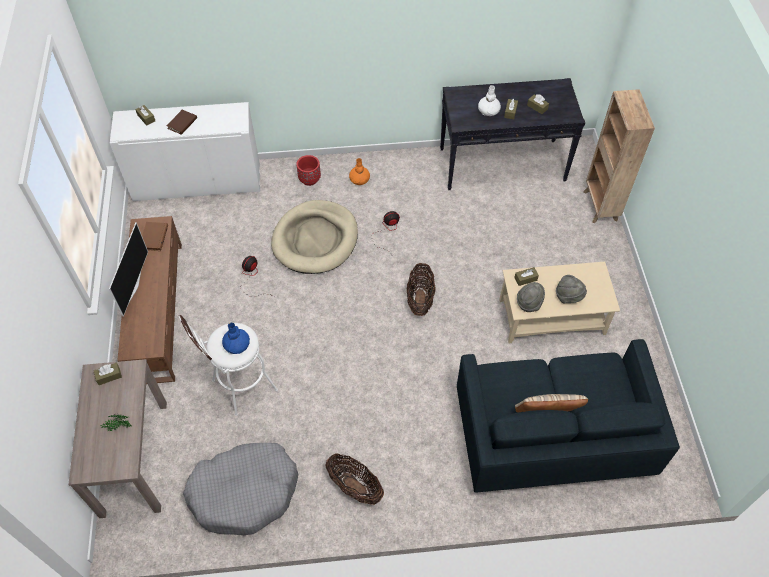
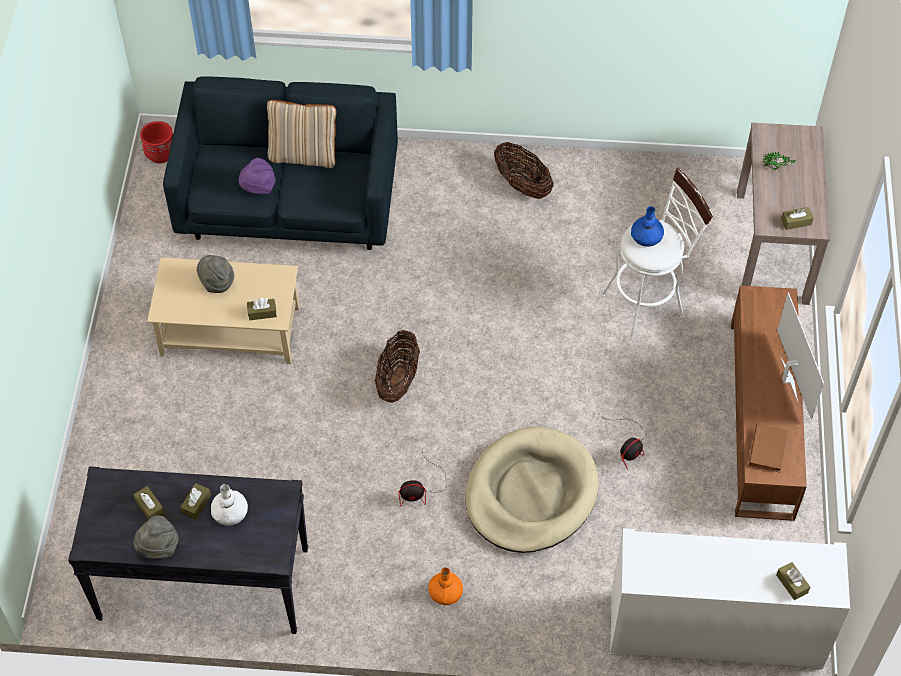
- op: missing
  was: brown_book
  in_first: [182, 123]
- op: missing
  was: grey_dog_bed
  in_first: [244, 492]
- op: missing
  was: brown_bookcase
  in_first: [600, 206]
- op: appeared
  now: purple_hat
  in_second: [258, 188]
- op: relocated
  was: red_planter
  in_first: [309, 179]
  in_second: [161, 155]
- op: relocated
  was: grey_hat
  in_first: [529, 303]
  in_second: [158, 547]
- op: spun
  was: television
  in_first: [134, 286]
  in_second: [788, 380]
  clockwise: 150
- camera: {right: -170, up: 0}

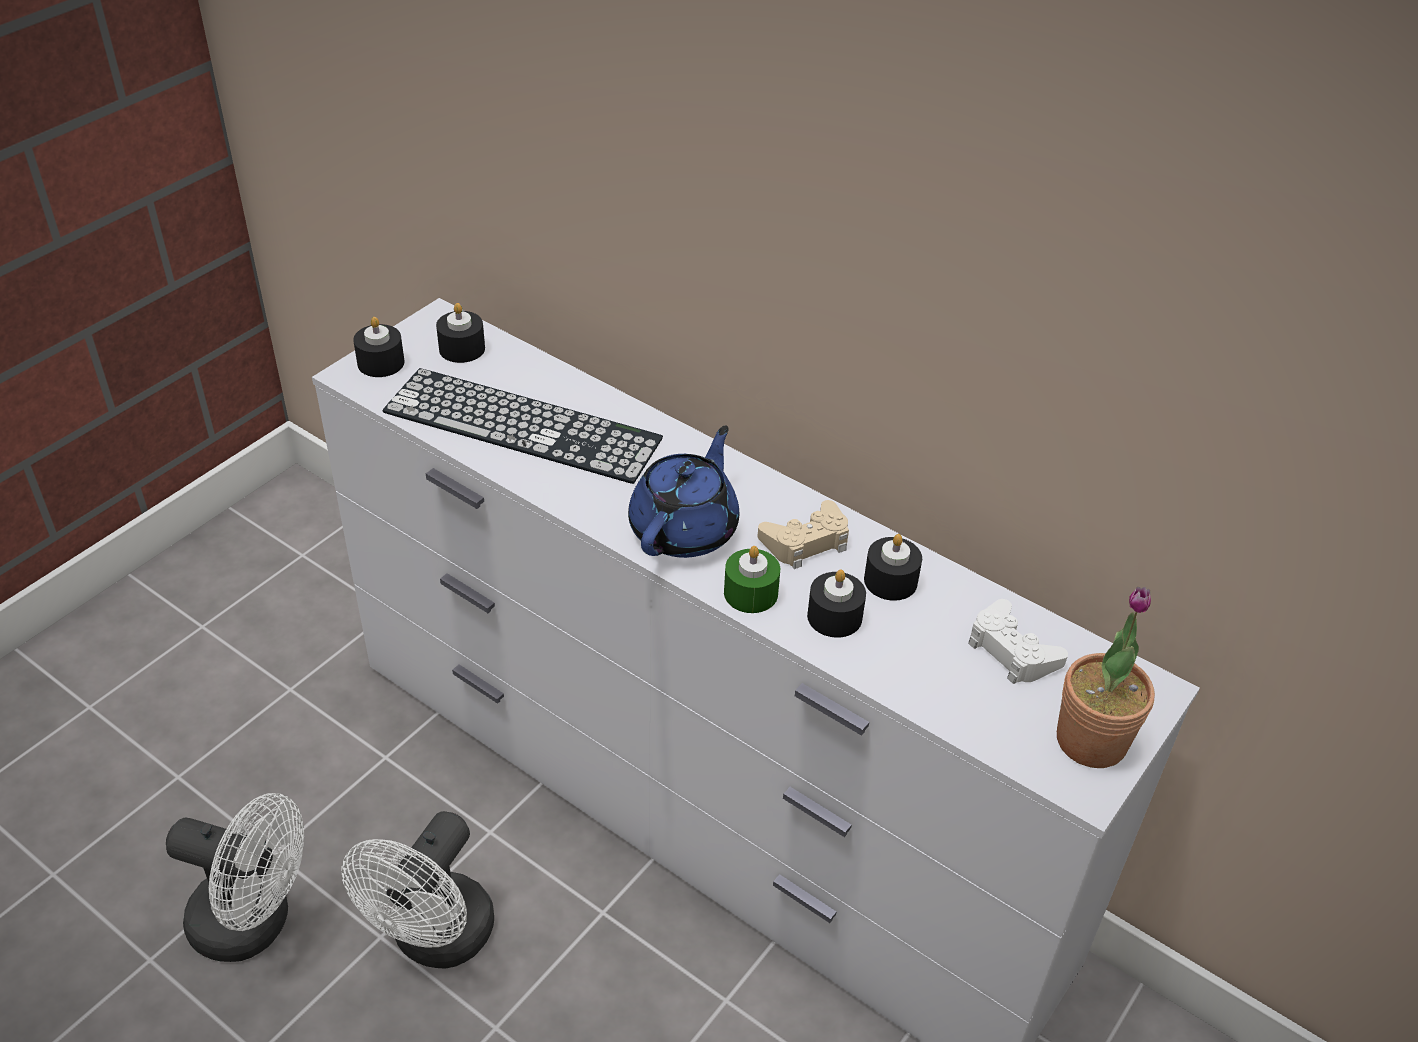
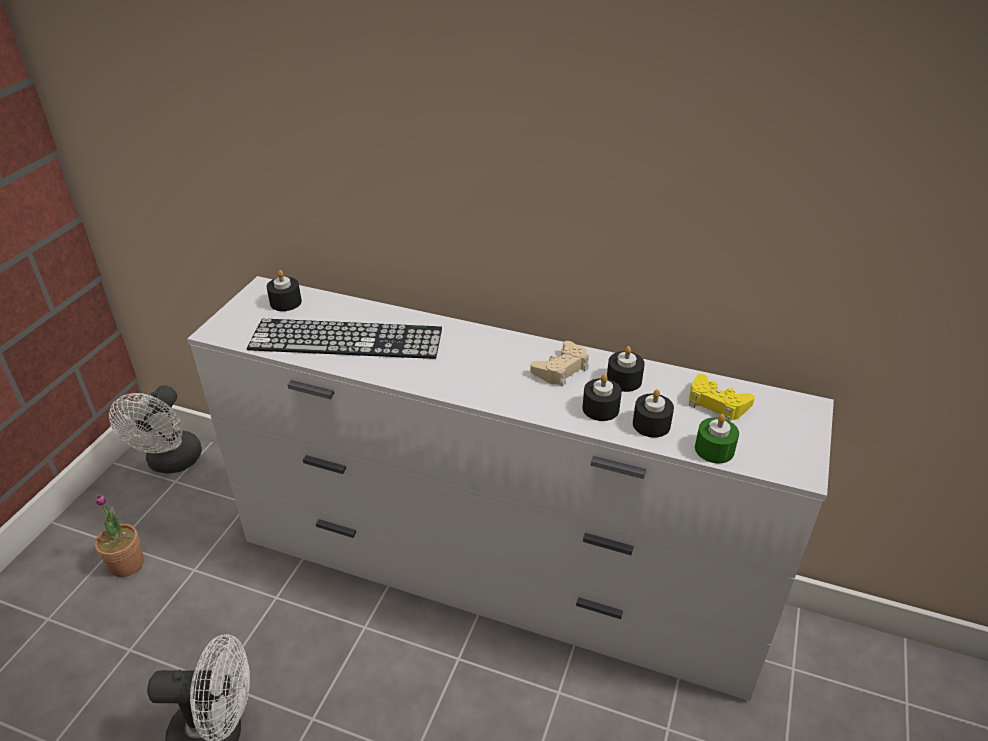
- op: missing
  was: blue_teapot
  in_first: [685, 529]
- op: relocated
  was: white_fan
  in_first: [435, 940]
  in_second: [171, 463]
- op: relocated
  was: black_candle
  in_first: [381, 363]
  in_second: [651, 424]
- op: relocated
  was: green_candle
  in_first: [750, 593]
  in_second: [714, 449]
- op: relocated
  was: potted_plant
  in_first: [1091, 741]
  in_second: [127, 564]
- op: colour
  was: white_game_controller
  now: yellow_game_controller
  in_first: [1012, 650]
  in_second: [716, 403]
- camera: {right: -15, up: -5}

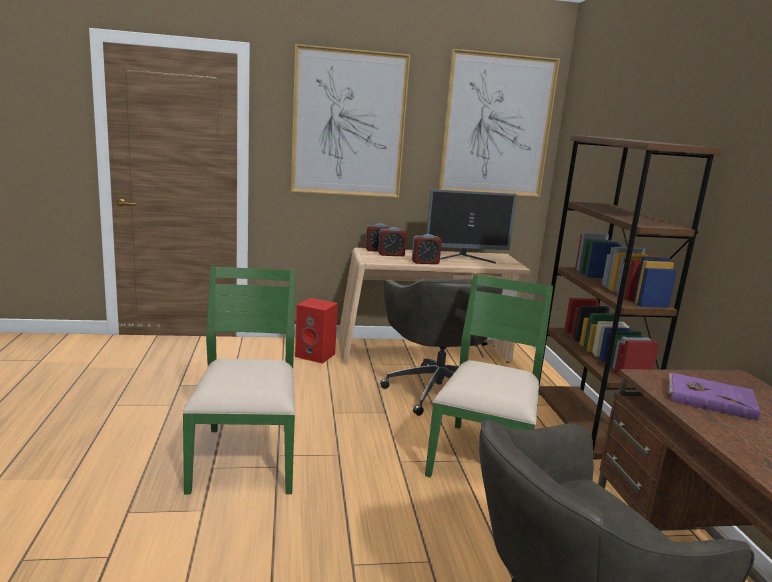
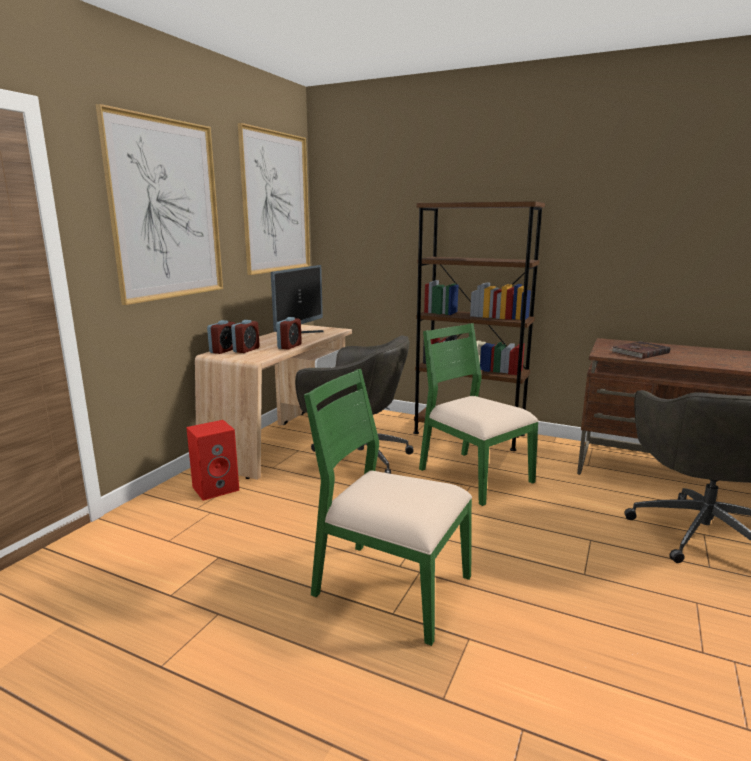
- op: colour
  was: purple_book
  now: brown_book
  in_first: [710, 399]
  in_second: [639, 352]
- camera: {right: -55, up: 0}

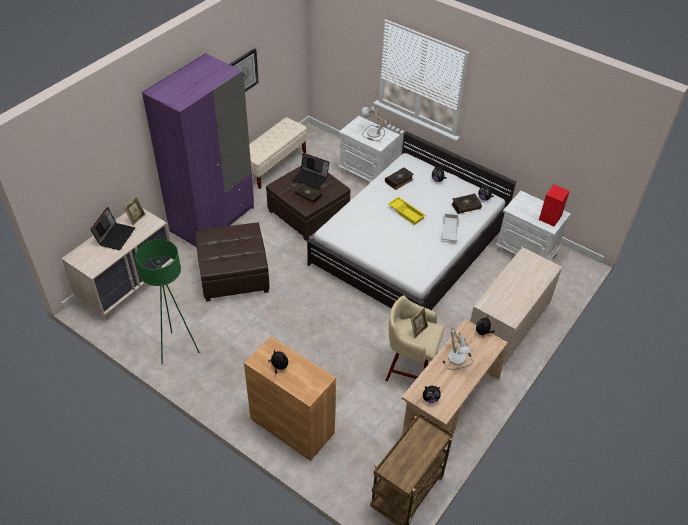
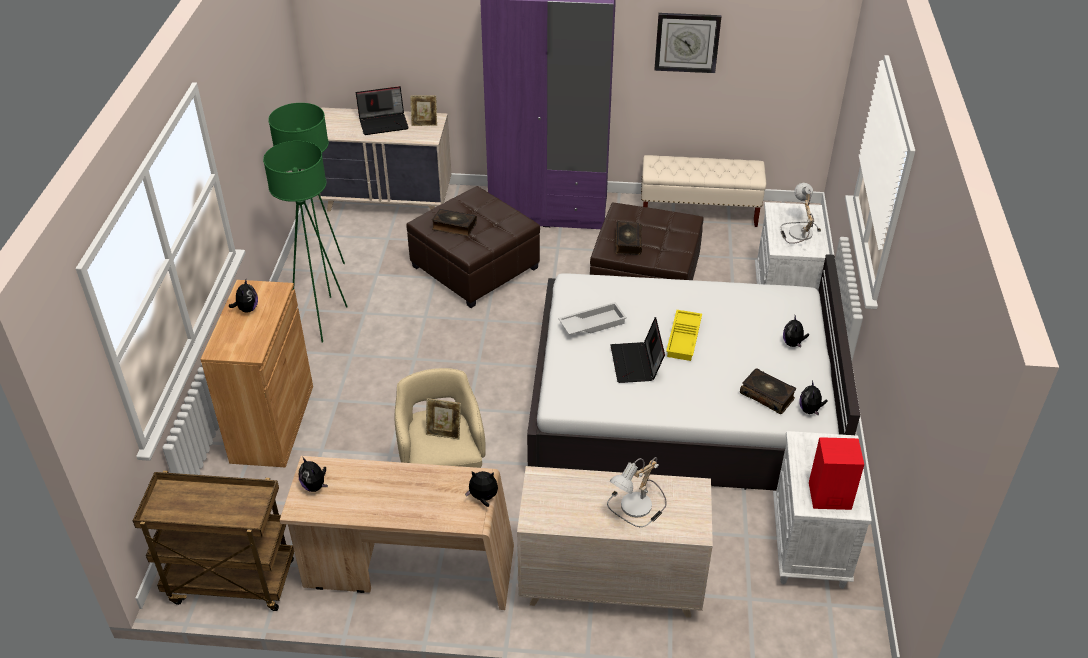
- op: appeared
  now: green_floor_lamp
  in_second: [321, 321]
- op: relocated
  was: laptop
  in_first: [311, 178]
  in_second: [636, 363]
- op: relocated
  was: book
  in_first: [399, 181]
  in_second: [454, 227]
- op: relocated
  was: white_tray
  in_first: [449, 229]
  in_second: [592, 323]
- op: relocated
  was: table_lamp
  in_first: [459, 358]
  in_second: [637, 508]
- camera: {right: 60, up: -5}

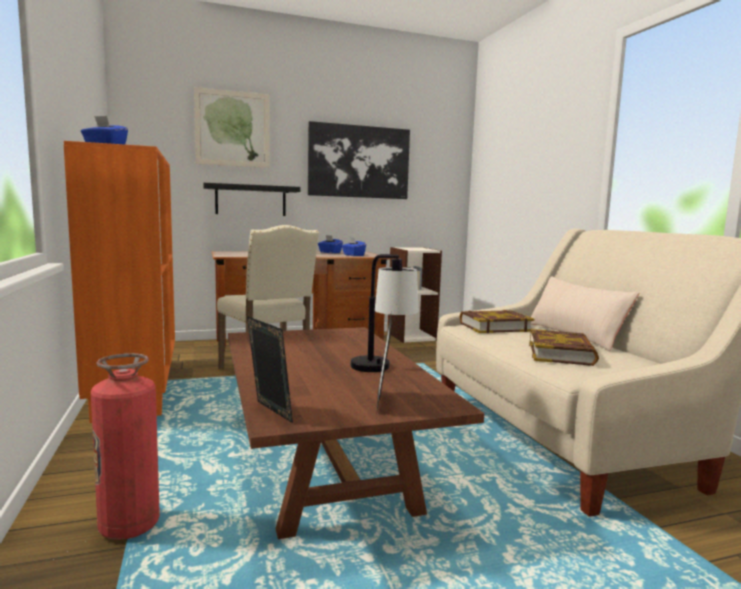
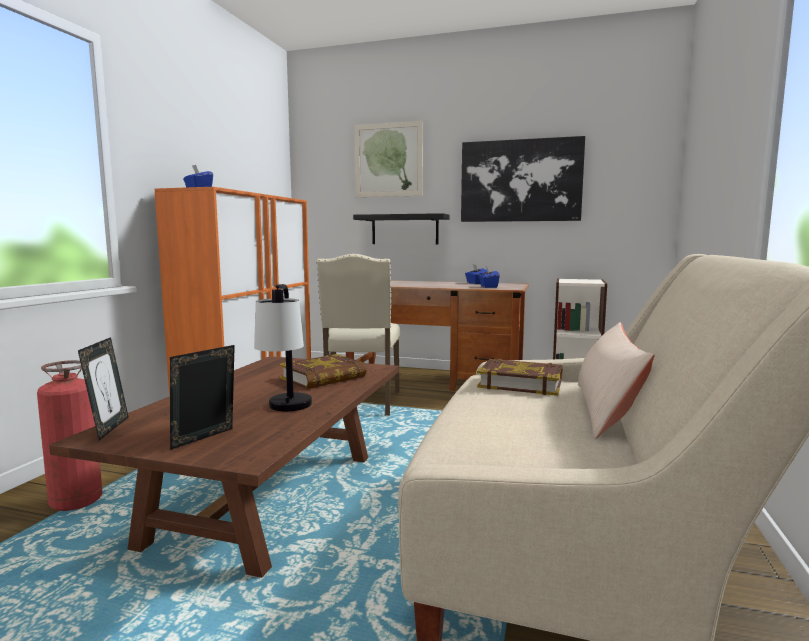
- op: relocated
  was: book
  in_first: [561, 354]
  in_second: [323, 378]
- camera: {right: 35, up: 0}

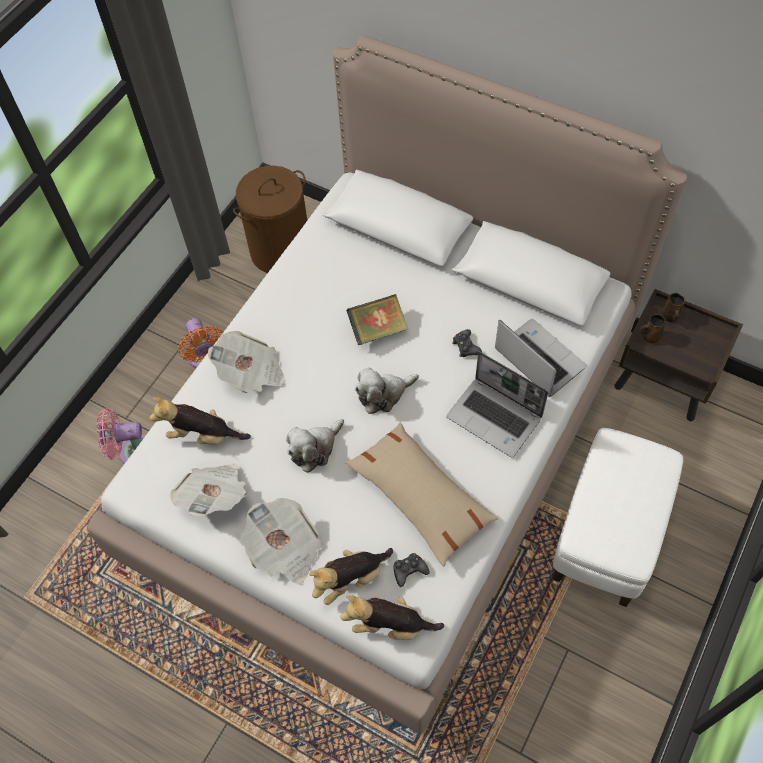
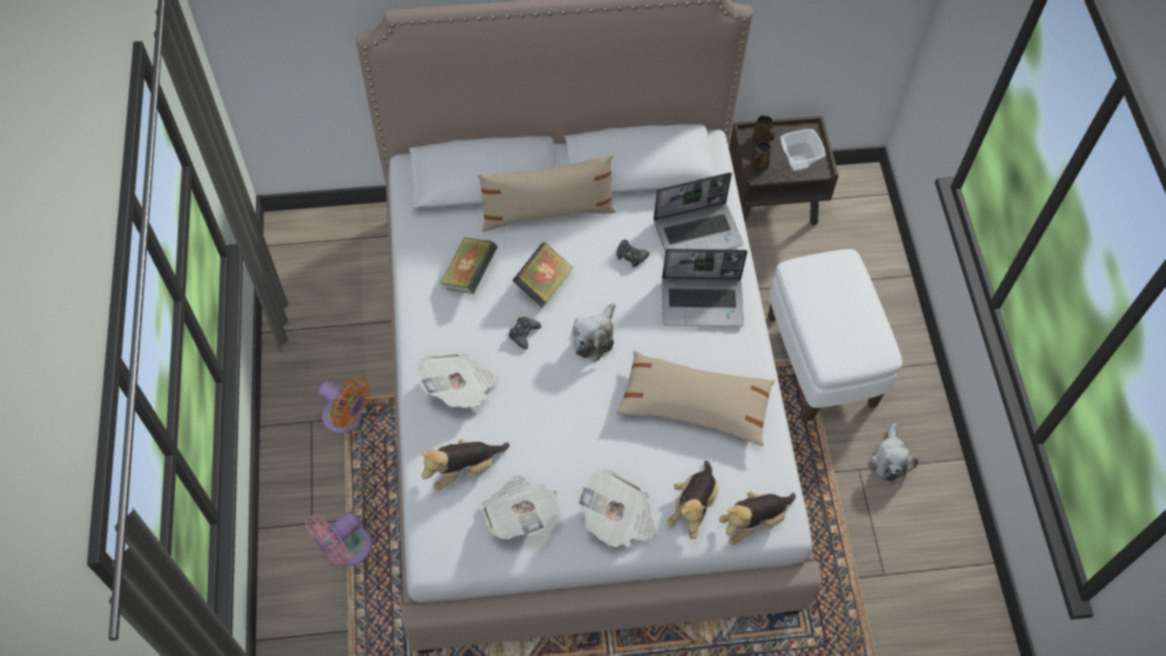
- op: missing
  was: brown_laundry_basket
  in_first: [281, 250]
- op: appeared
  now: book
  in_second: [469, 275]
- op: appeared
  now: beige_pillow
  in_second: [547, 212]
- op: appeared
  now: bowl
  in_second: [799, 164]
- op: relocated
  was: plush_toy
  in_first: [315, 448]
  in_second: [891, 459]
- op: relocated
  was: black_game_controller
  in_first: [409, 570]
  in_second: [524, 334]
- op: spun
  was: laptop
  in_first: [538, 359]
  in_second: [698, 232]
  clockwise: 150
- camera: {right: -40, up: 0}

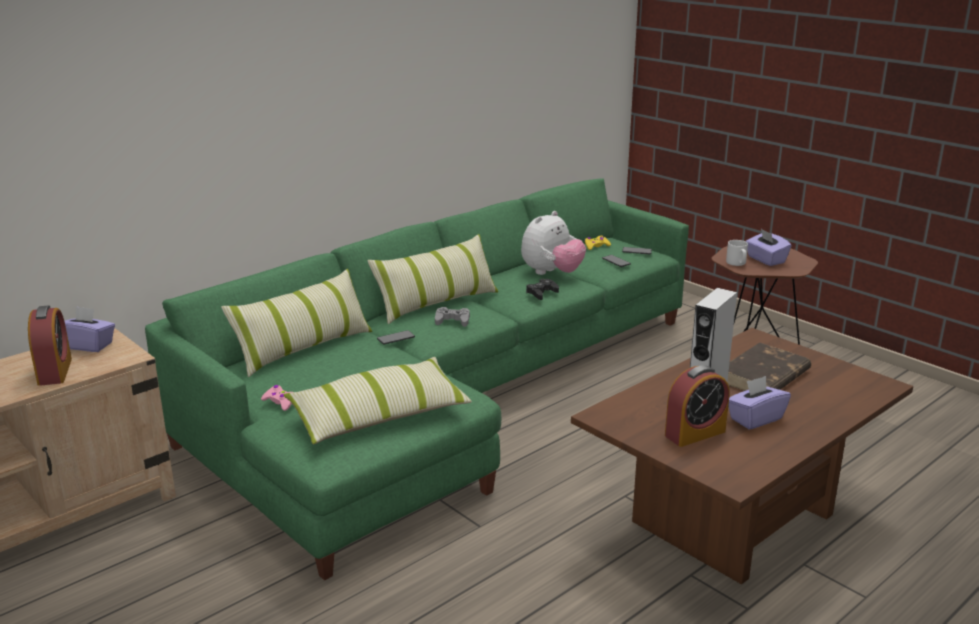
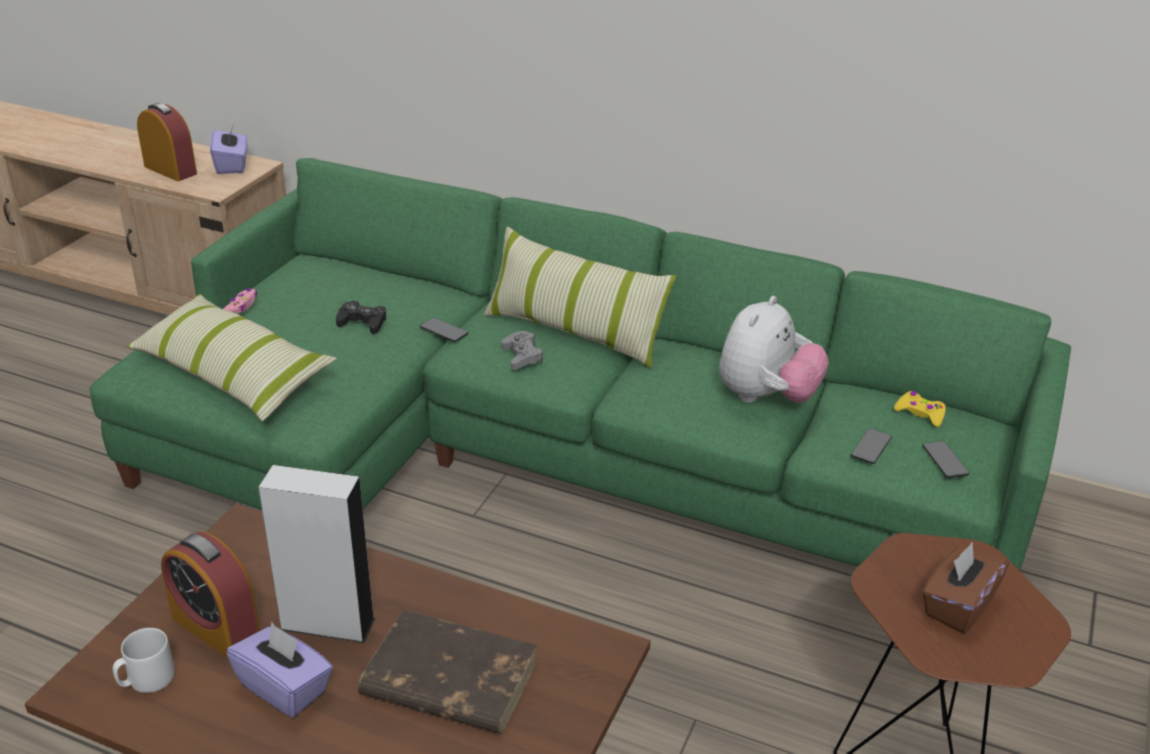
- op: missing
  was: pillow
  in_first: [303, 348]
- op: relocated
  was: black_game_controller
  in_first: [541, 293]
  in_second: [362, 322]
- op: relocated
  was: grey_mug
  in_first: [737, 263]
  in_second: [146, 680]
- op: colour
  was: purple_tissue_box
  now: brown_tissue_box
  in_first: [765, 260]
  in_second: [957, 605]
- op: spun
  was: alarm_clock
  in_first: [55, 371]
  in_second: [170, 170]
  clockwise: -105
- op: spun
  was: plush_toy
  in_first: [551, 273]
  in_second: [766, 397]
  clockwise: -75
- camera: {right: 65, up: 10}

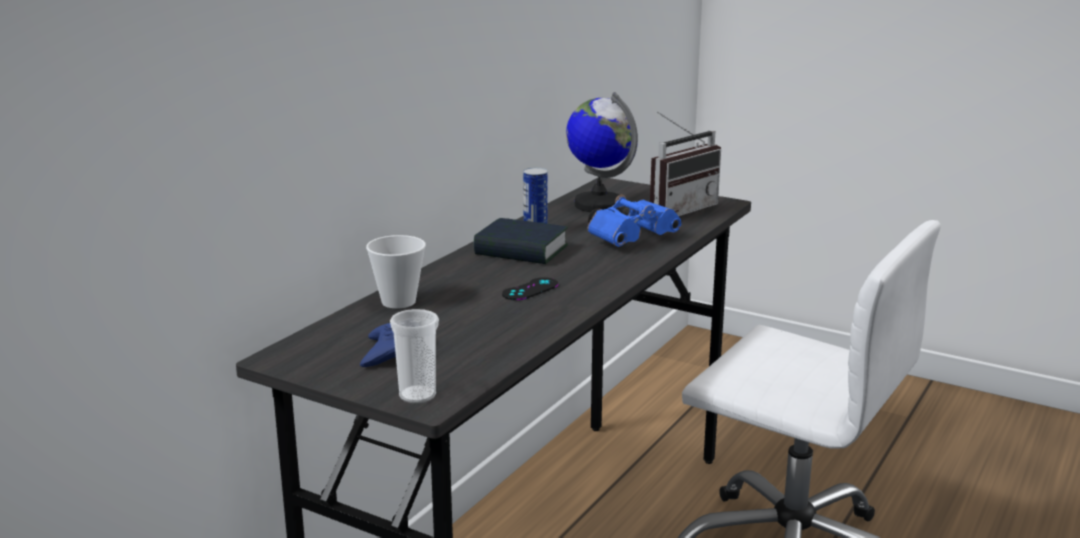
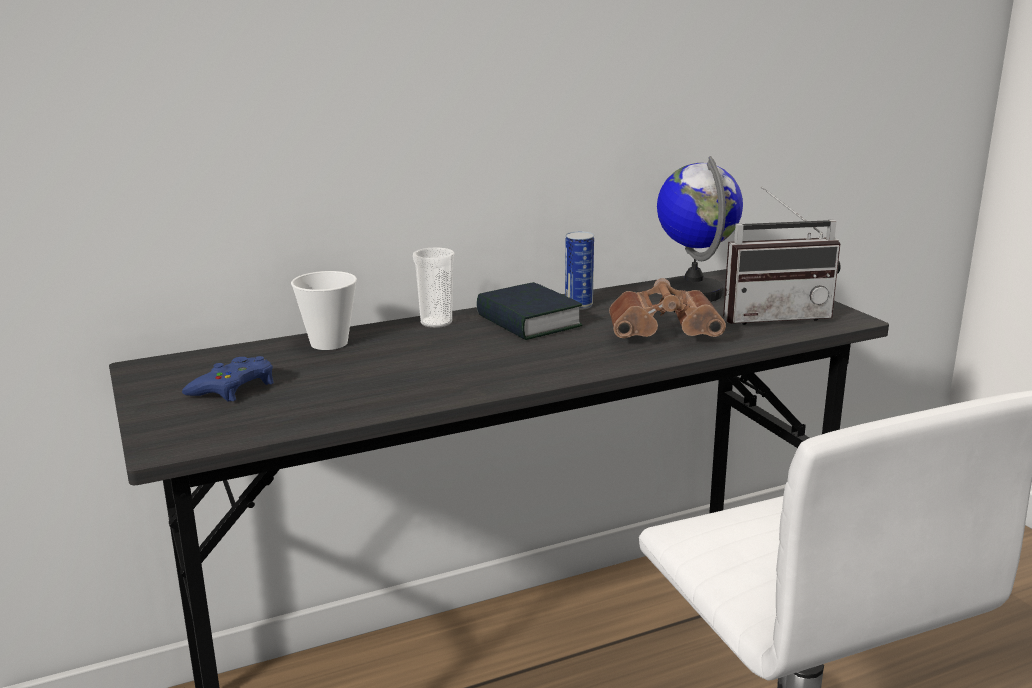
- op: missing
  was: black_game_controller
  in_first: [530, 289]
- op: relocated
  was: cup
  in_first: [417, 395]
  in_second: [436, 322]
- op: colour
  was: blue_binoculars
  now: brown_binoculars
  in_first: [632, 239]
  in_second: [666, 335]
- camera: {right: 35, up: 0}

